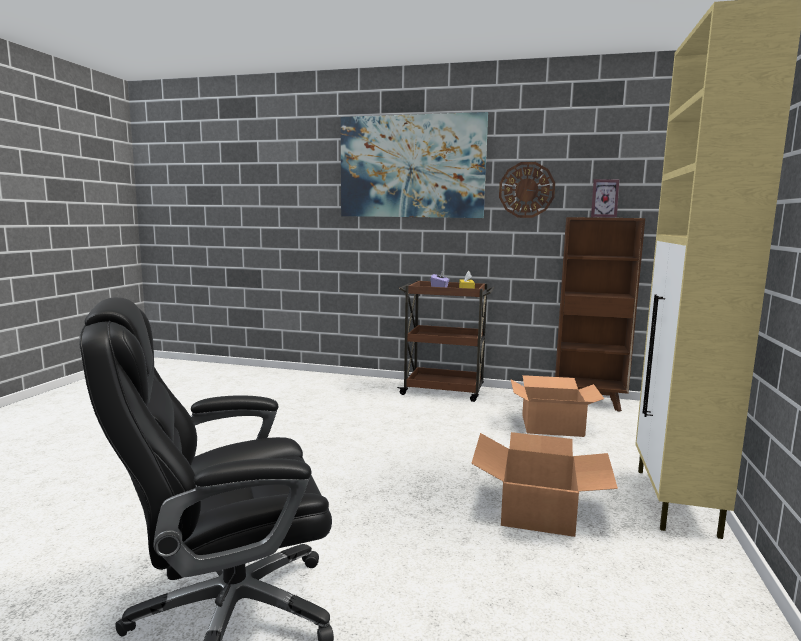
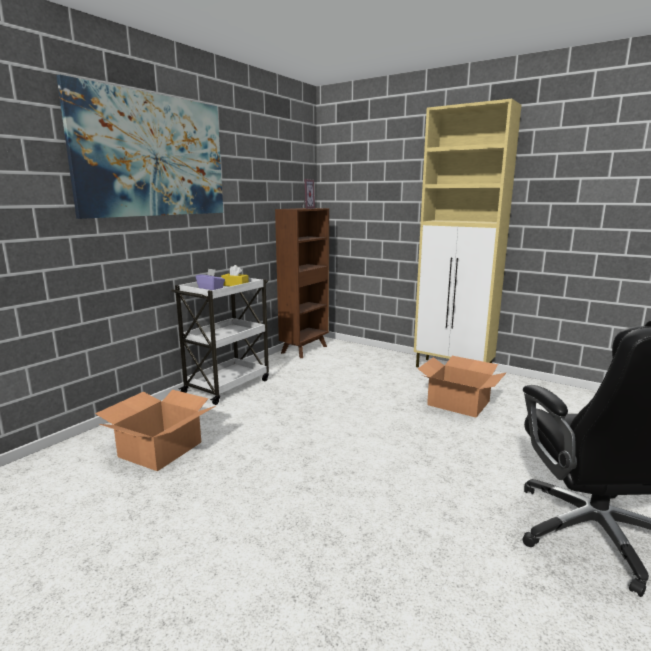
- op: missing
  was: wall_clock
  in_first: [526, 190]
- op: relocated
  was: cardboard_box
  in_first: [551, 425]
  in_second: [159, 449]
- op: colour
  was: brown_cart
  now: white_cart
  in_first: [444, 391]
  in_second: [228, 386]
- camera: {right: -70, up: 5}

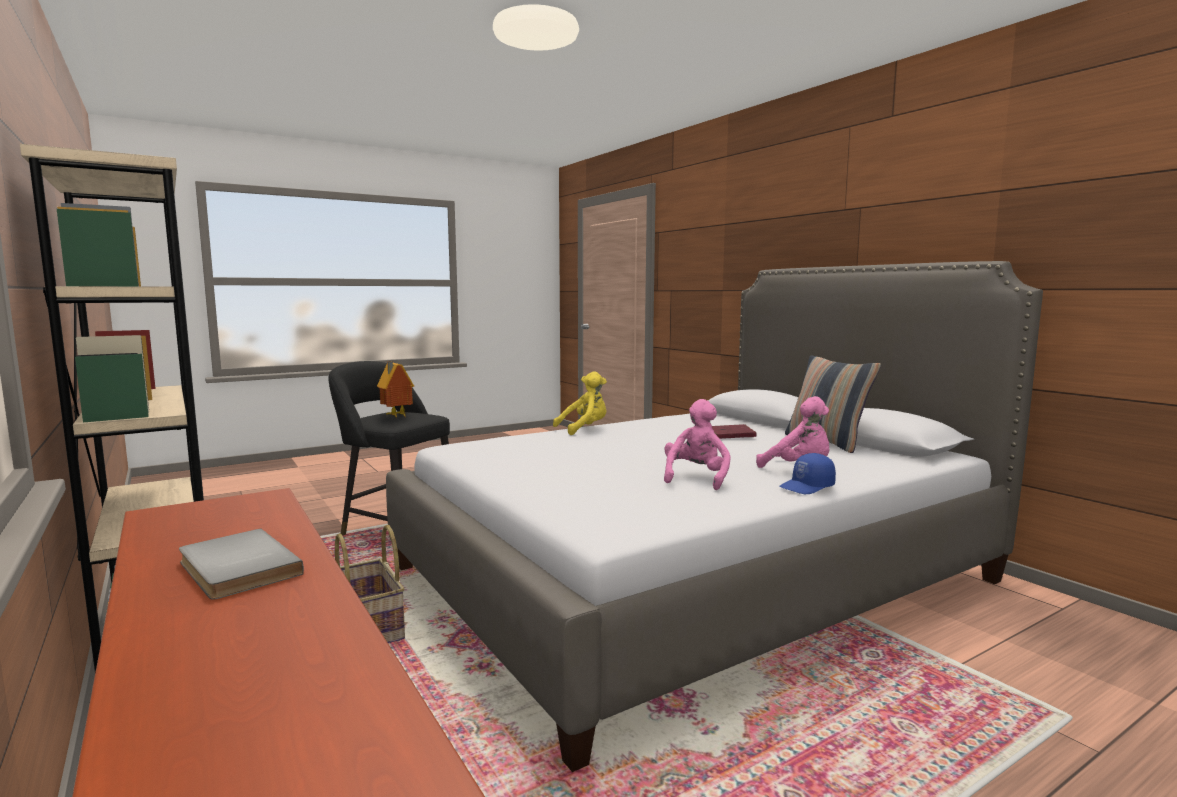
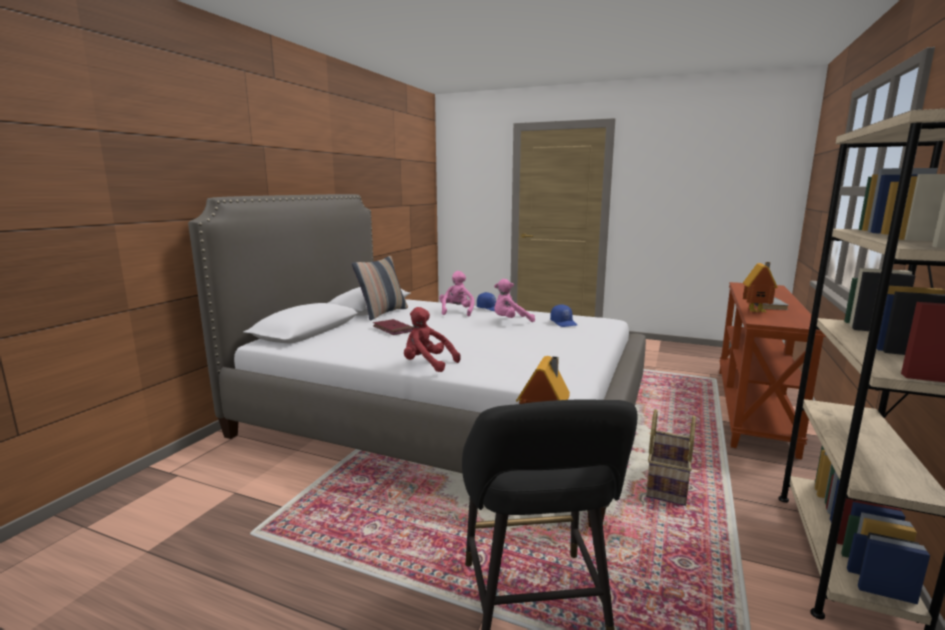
- op: appeared
  now: blue_cap
  in_second: [564, 323]
- op: appeared
  now: toy_house
  in_second: [757, 312]
- op: colour
  was: yellow_plush_toy
  now: red_plush_toy
  in_first: [584, 429]
  in_second: [427, 364]
- camera: {right: -125, up: 5}

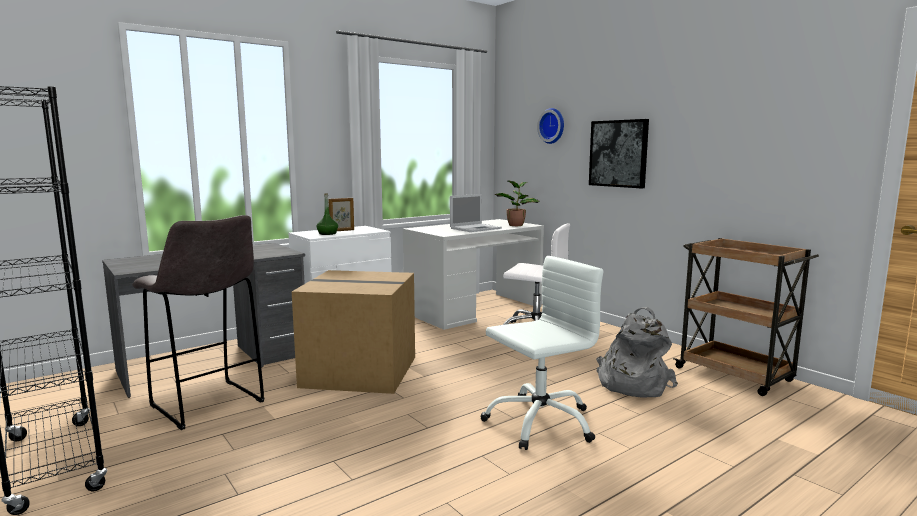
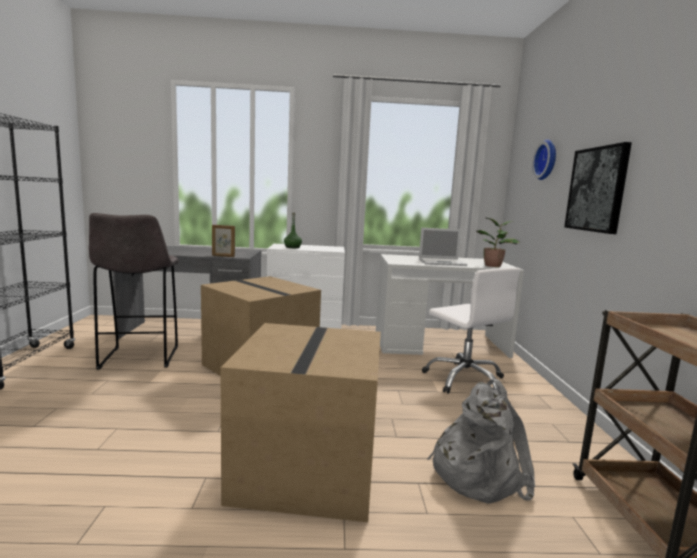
- op: relocated
  was: picture_frame
  in_first: [342, 230]
  in_second: [223, 256]
- op: exchanged
  was: white_office_chair
  now: cardboard_box
  in_first: [539, 422]
  in_second: [309, 470]
- camera: {right: 35, up: 0}

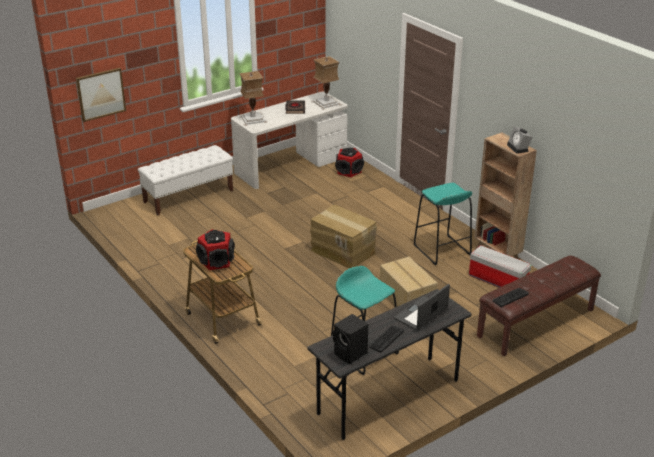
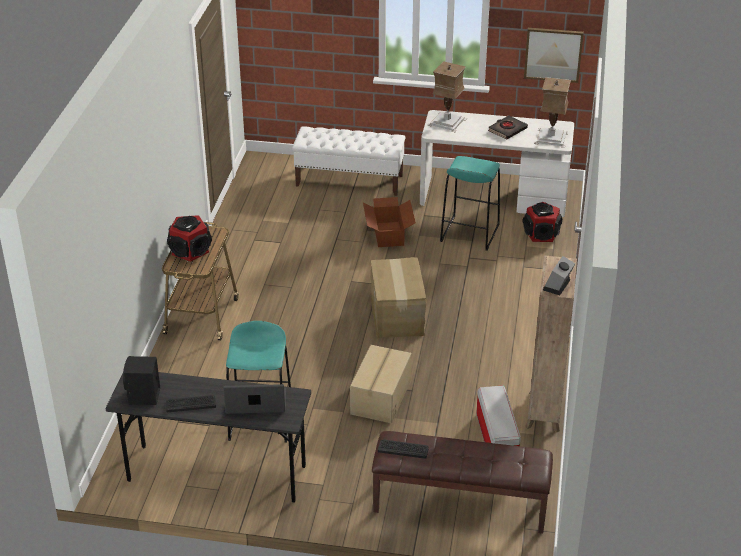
- op: appeared
  now: cardboard_box
  in_second: [389, 234]
- op: relocated
  was: picture
  in_first: [100, 94]
  in_second: [553, 54]
- op: relocated
  was: turquoise_stool
  in_first: [442, 250]
  in_second: [469, 233]
- camera: {right: 45, up: 5}

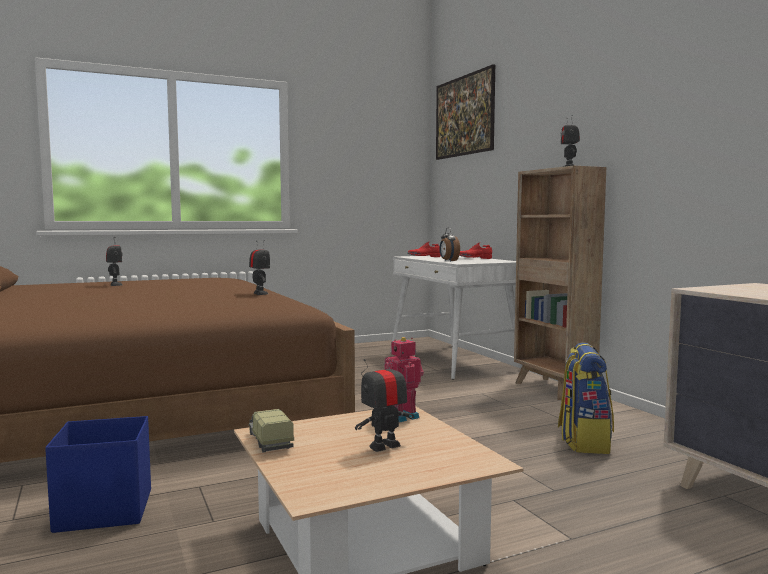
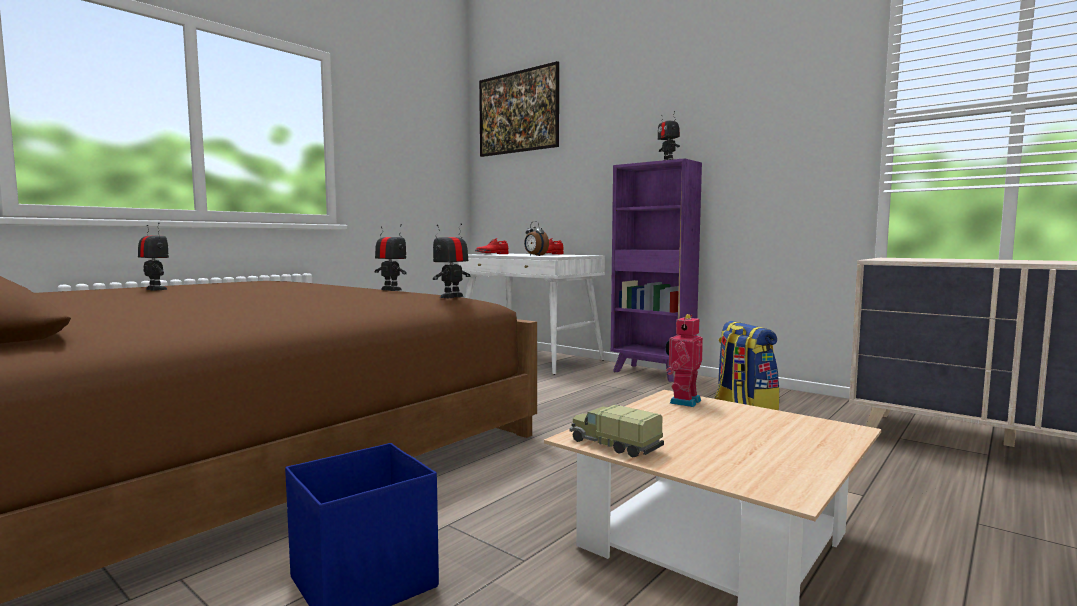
- op: relocated
  was: toy_robot
  in_first: [384, 446]
  in_second: [451, 297]
- op: colour
  was: brown_bookcase
  now: purple_bookcase
  in_first: [553, 389]
  in_second: [652, 373]
- camera: {right: -25, up: 0}

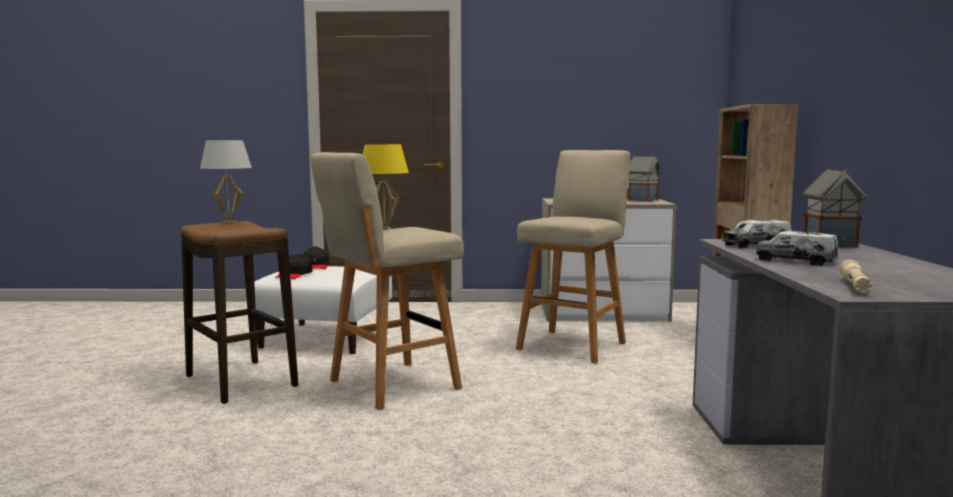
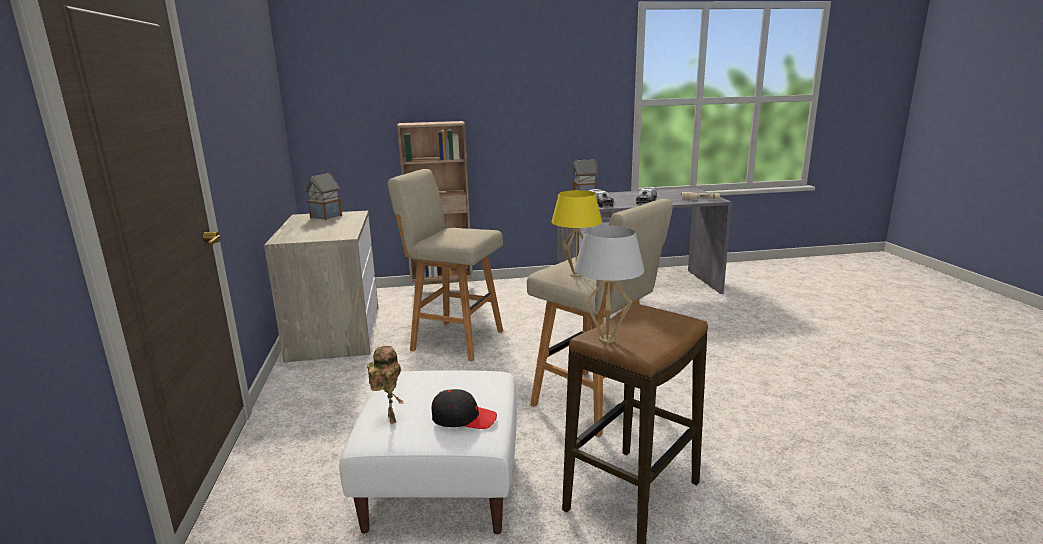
- op: exchanged
  was: black_cap
  now: toy_robot
  in_first: [315, 266]
  in_second: [389, 419]
- camera: {right: -100, up: 10}

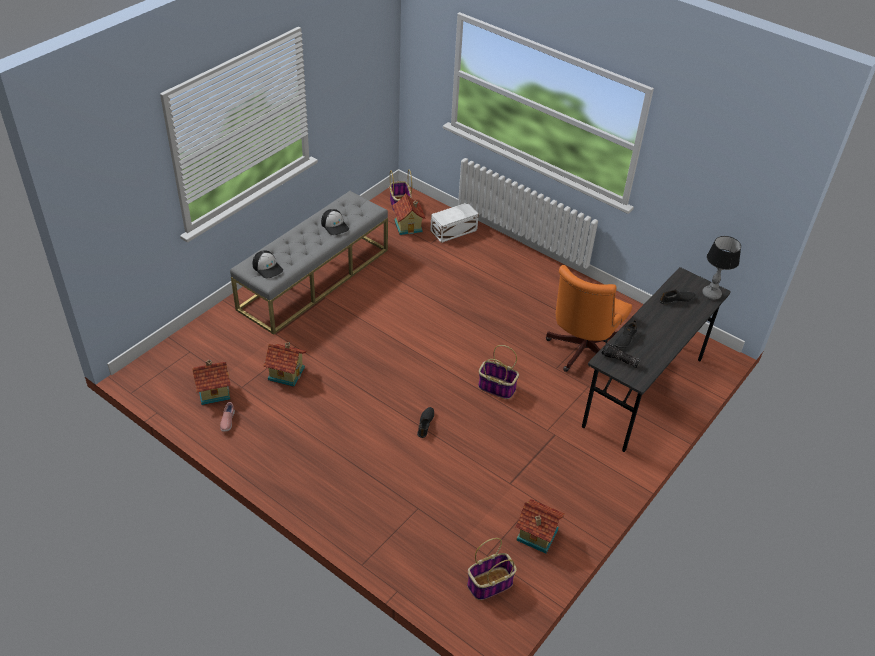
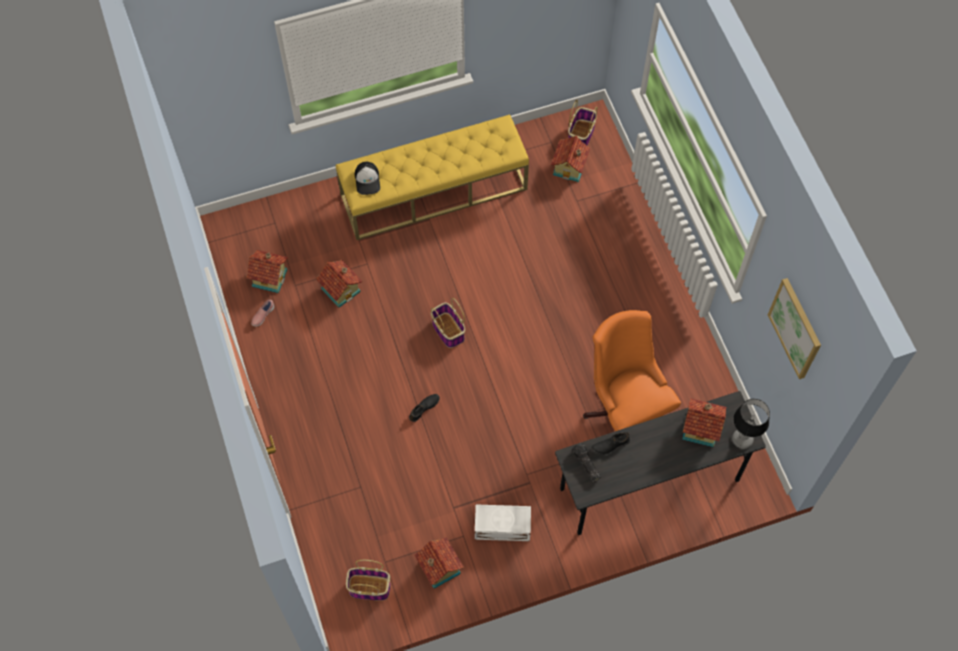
- op: missing
  was: cap
  in_first: [335, 225]
- op: appeared
  now: picture
  in_second: [796, 328]
- op: relocated
  was: white_storage_box
  in_first: [454, 231]
  in_second: [503, 528]
- op: relocated
  was: basket
  in_first: [496, 387]
  in_second: [447, 330]
- op: exchanged
  was: black_shoe
  now: toy_house
  in_first: [676, 300]
  in_second: [700, 428]
- op: colour
  was: grey_bench
  now: yellow_bench
  in_first: [314, 279]
  in_second: [434, 191]
- op: spun
  was: orange_office_chair
  in_first: [580, 352]
  in_second: [625, 409]
  clockwise: 90
- camera: {right: 35, up: 20}

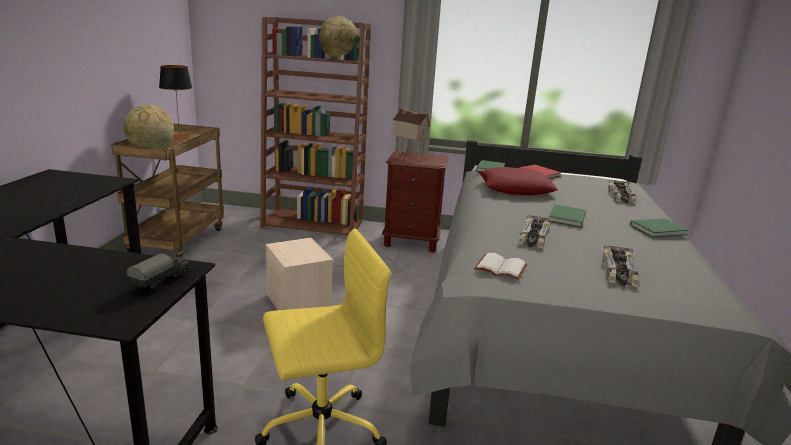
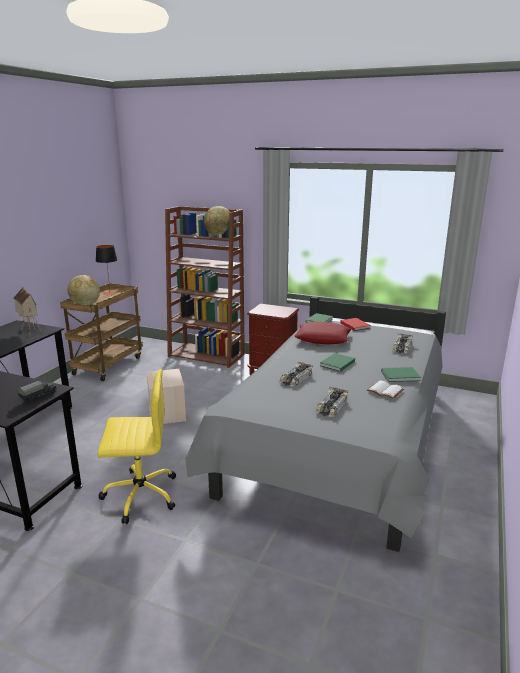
- op: relocated
  was: toy_house
  in_first: [409, 157]
  in_second: [29, 330]
- op: relocated
  was: white_book
  in_first: [499, 268]
  in_second: [384, 391]
- camera: {right: 15, up: 0}

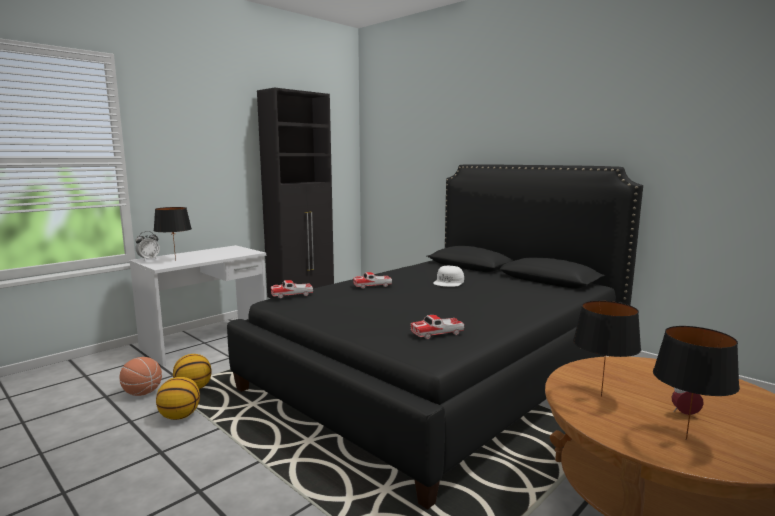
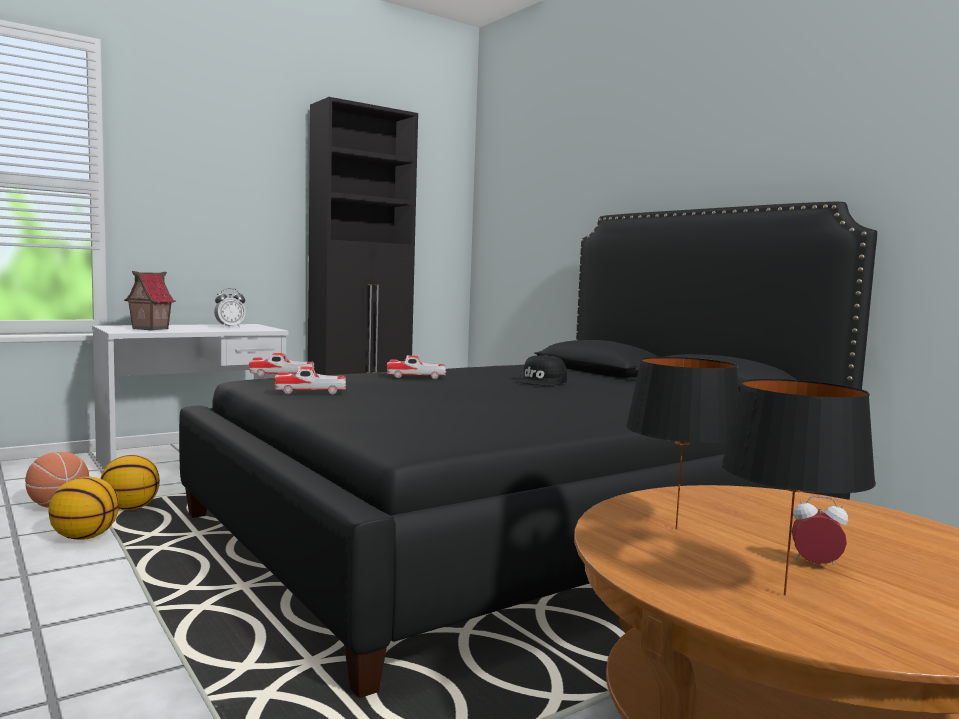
- op: relocated
  was: alarm_clock
  in_first: [148, 259]
  in_second: [230, 327]
- op: relocated
  was: toy_car
  in_first: [437, 333]
  in_second: [311, 391]
- op: exchanged
  was: black_table_lamp
  now: toy_house
  in_first: [175, 261]
  in_second: [150, 329]
- op: colour
  was: white_cap
  now: black_cap
  in_first: [449, 282]
  in_second: [541, 381]
- camera: {right: 10, up: -5}

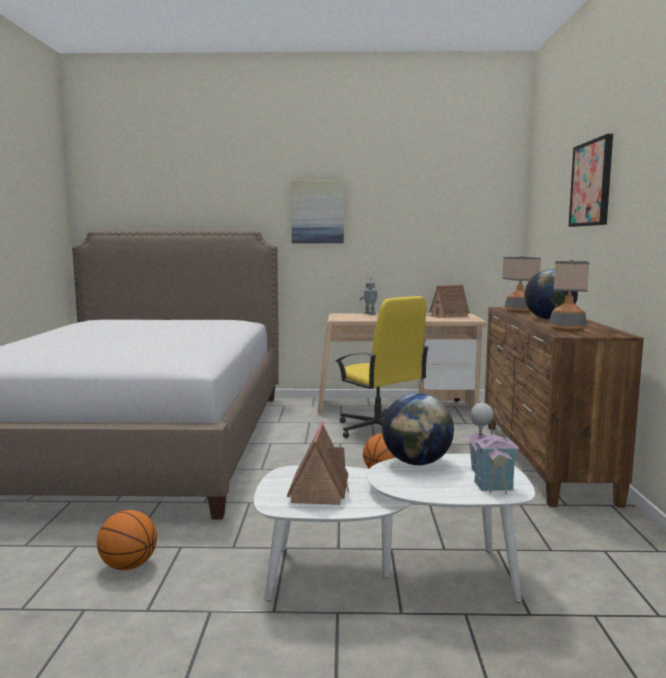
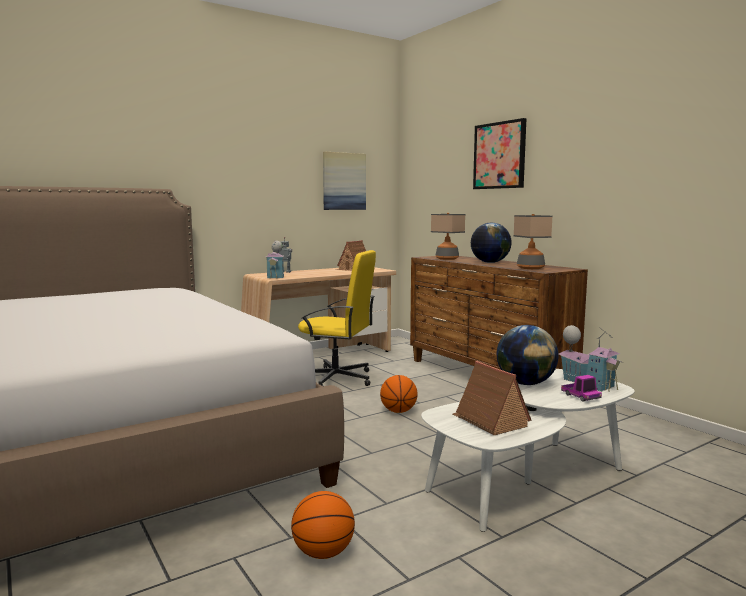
- op: appeared
  now: toy_house
  in_second: [276, 276]
- op: appeared
  now: toy_truck
  in_second: [580, 396]
- op: relocated
  was: picture
  in_first: [317, 212]
  in_second: [344, 181]
- camera: {right: -35, up: 0}

